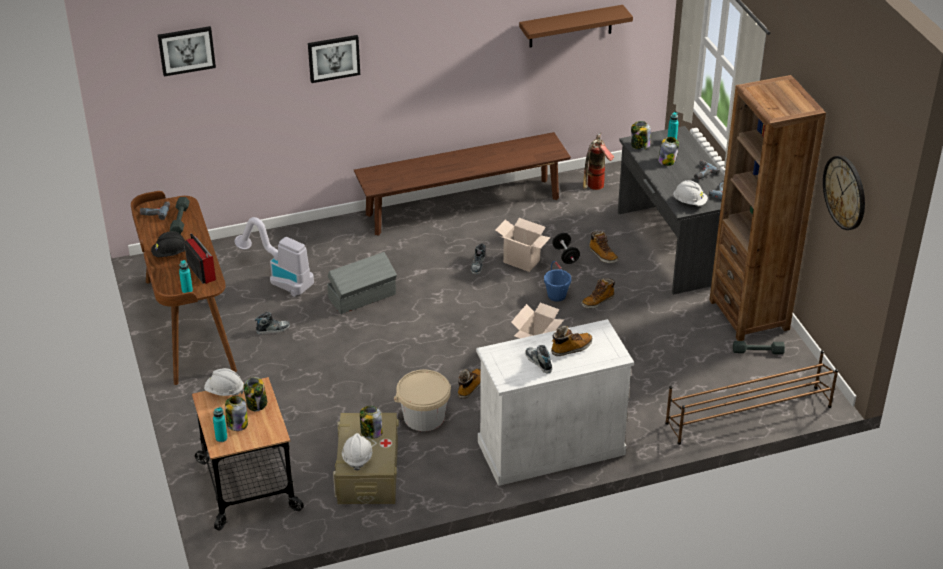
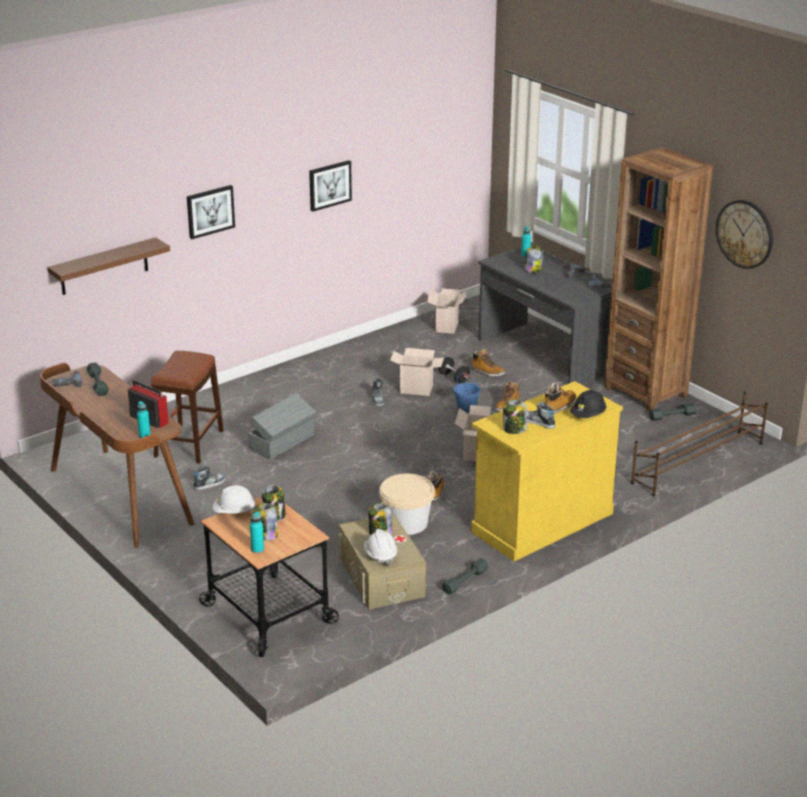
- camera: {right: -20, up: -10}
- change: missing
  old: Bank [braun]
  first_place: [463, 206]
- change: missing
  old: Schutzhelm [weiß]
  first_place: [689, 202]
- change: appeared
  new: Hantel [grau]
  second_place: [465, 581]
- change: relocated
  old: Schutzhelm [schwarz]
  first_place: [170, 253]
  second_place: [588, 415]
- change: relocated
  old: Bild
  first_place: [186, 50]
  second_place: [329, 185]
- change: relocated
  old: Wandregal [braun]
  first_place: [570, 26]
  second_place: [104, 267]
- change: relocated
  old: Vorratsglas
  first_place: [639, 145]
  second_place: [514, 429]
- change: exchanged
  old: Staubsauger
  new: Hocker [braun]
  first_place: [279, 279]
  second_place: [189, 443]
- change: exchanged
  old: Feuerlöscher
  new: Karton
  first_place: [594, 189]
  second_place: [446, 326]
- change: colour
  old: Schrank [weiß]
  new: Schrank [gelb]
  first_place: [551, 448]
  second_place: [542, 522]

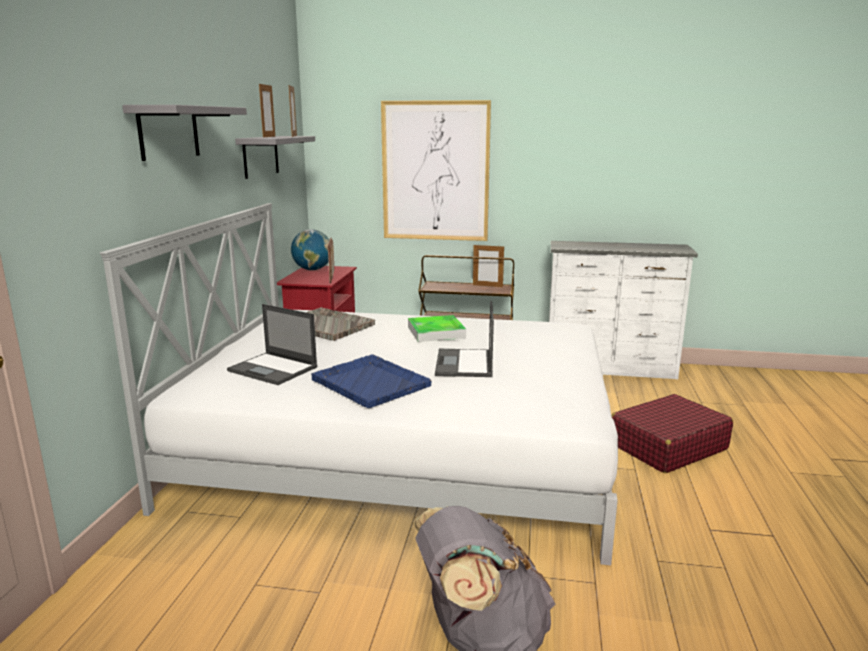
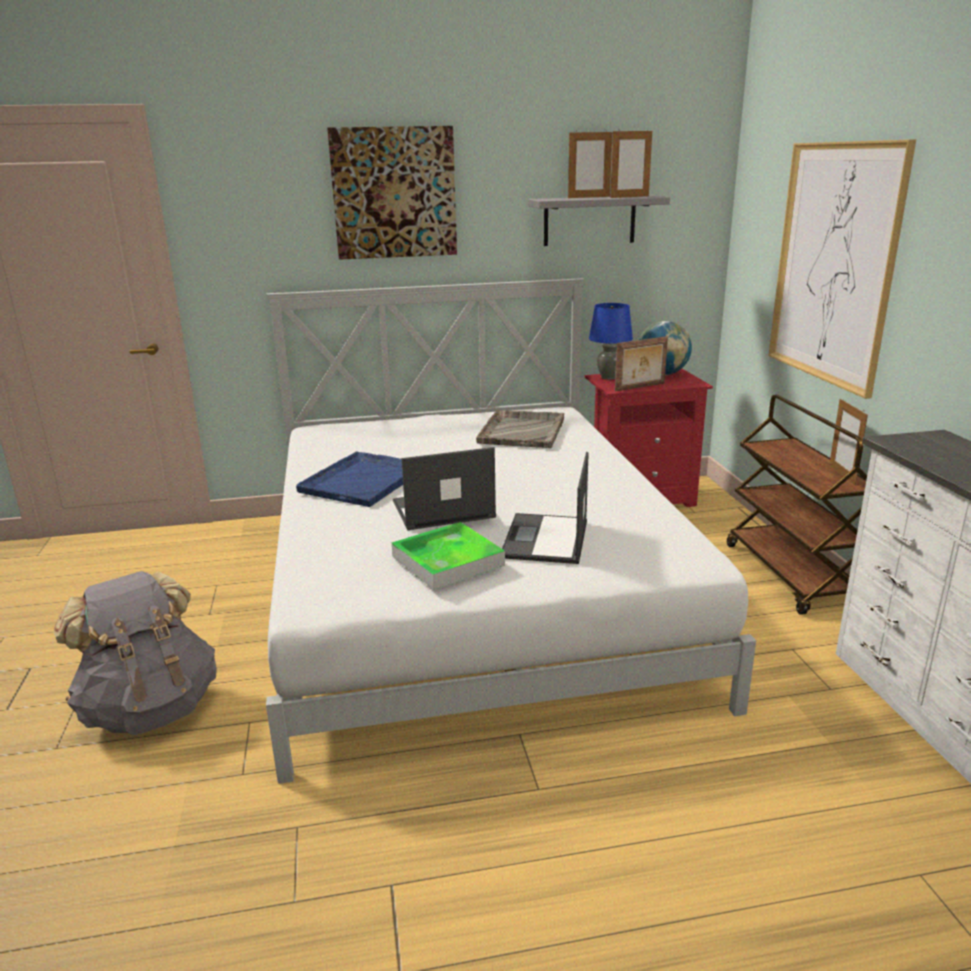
- camera: {right: 70, up: 5}
- change: missing
  old: Koffer [rot]
  first_place: [667, 446]
- change: appeared
  new: Tischlampe [blau]
  second_place: [608, 377]
- change: relocated
  old: Laptop
  first_place: [274, 369]
  second_place: [545, 540]
- change: relocated
  old: Tablett
  first_place: [436, 332]
  second_place: [448, 561]
- change: exchanged
  old: Wandregal [grau]
  new: Bild
  first_place: [169, 132]
  second_place: [394, 193]

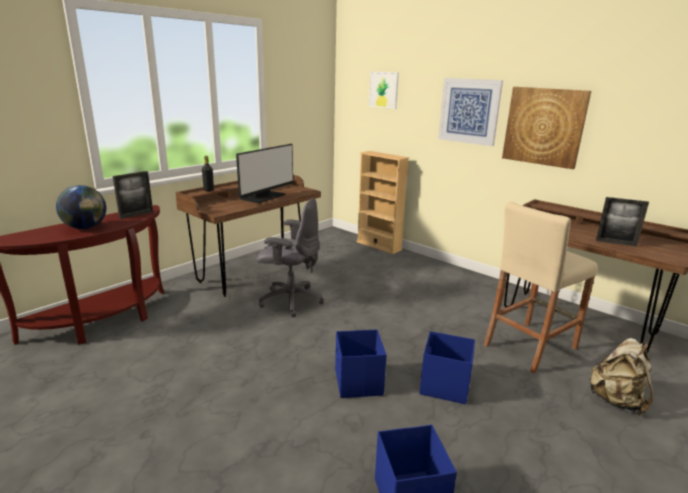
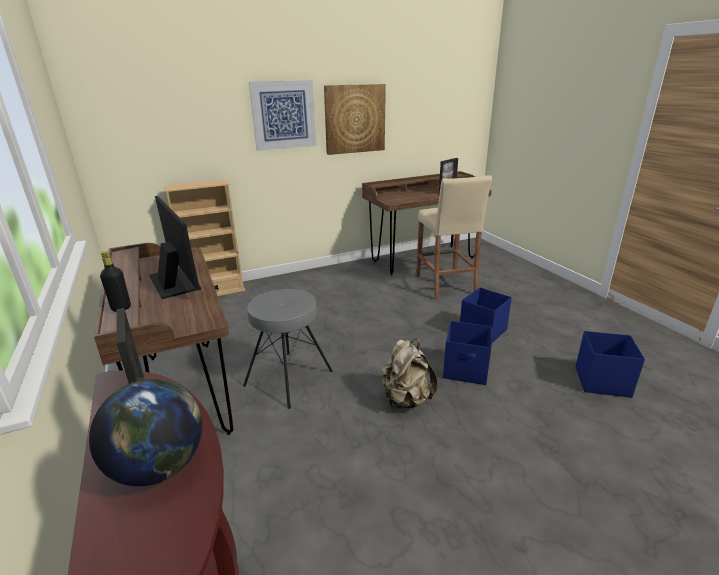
- camera: {right: -65, up: 5}
- change: missing
  old: Bild
  first_place: [383, 90]
- change: relocated
  old: Rucksack [beige]
  first_place: [616, 401]
  second_place: [406, 400]
- change: exchanged
  old: Bürostuhl [grau]
  new: Hocker [grau]
  first_place: [290, 300]
  second_place: [289, 378]

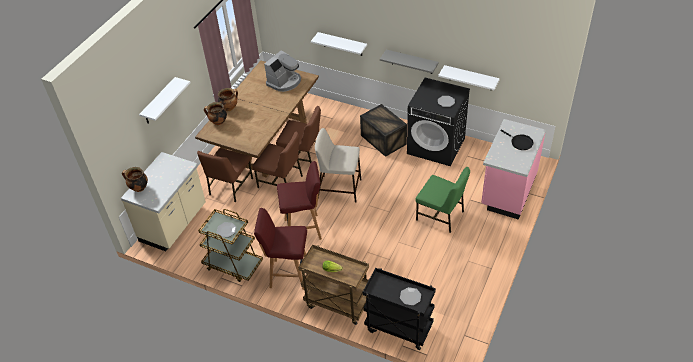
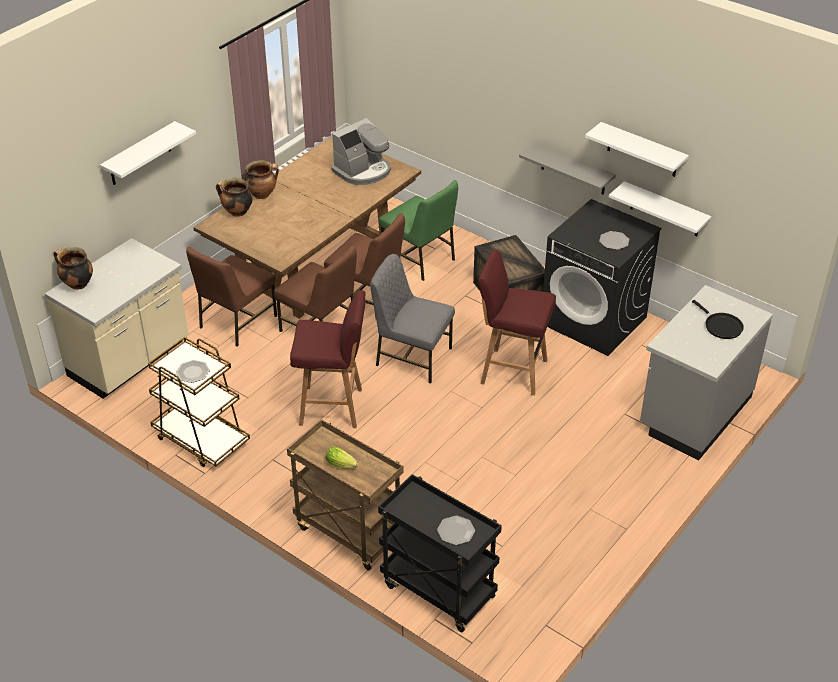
- camera: {right: 10, up: -5}
- change: relocated
  old: Hocker [rot]
  first_place: [288, 274]
  second_place: [512, 371]
- change: relocated
  old: Wandregal [weiß]
  first_place: [342, 44]
  second_place: [642, 150]
- change: relocated
  old: Stuhl [grün]
  first_place: [441, 215]
  second_place: [419, 259]
- change: exchanged
  old: Hocker [beige]
  new: Stuhl [grau]
  first_place: [340, 188]
  second_place: [412, 357]
- change: colour
  old: Küchenzeile [rosa]
  new: Küchenzeile [grau]
  first_place: [507, 191]
  second_place: [694, 412]

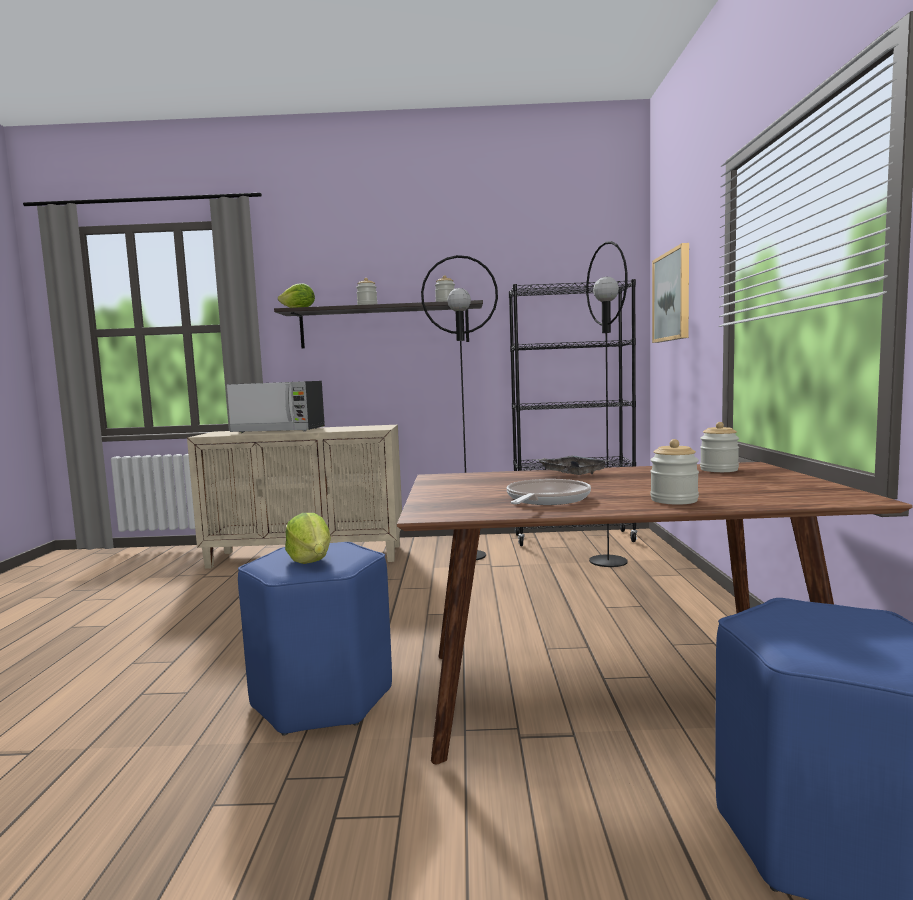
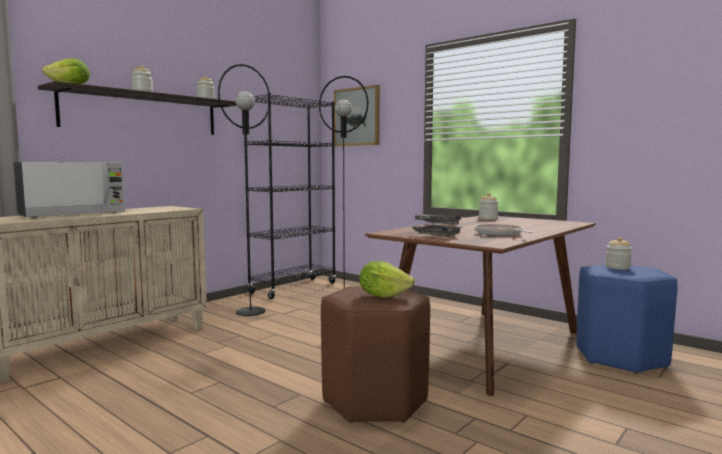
- camera: {right: -50, up: 0}
- change: appeared
  new: Tablett [grau]
  second_place: [436, 236]
- change: relocated
  old: Vorratsglas
  first_place: [674, 500]
  second_place: [617, 267]
- change: colour
  old: Hocker [blau]
  new: Hocker [braun]
  first_place: [322, 697]
  second_place: [374, 401]

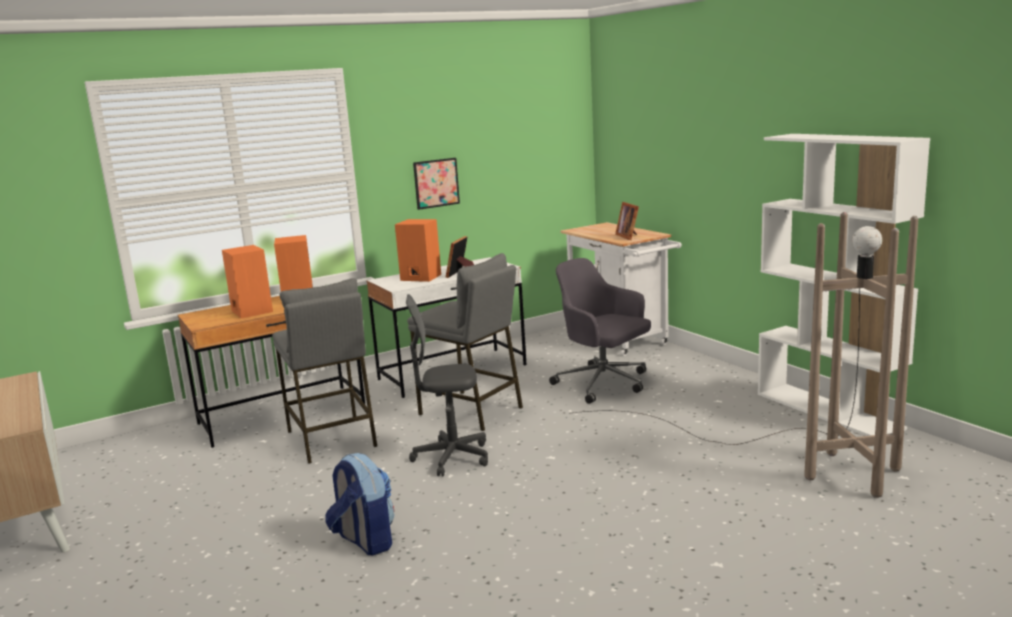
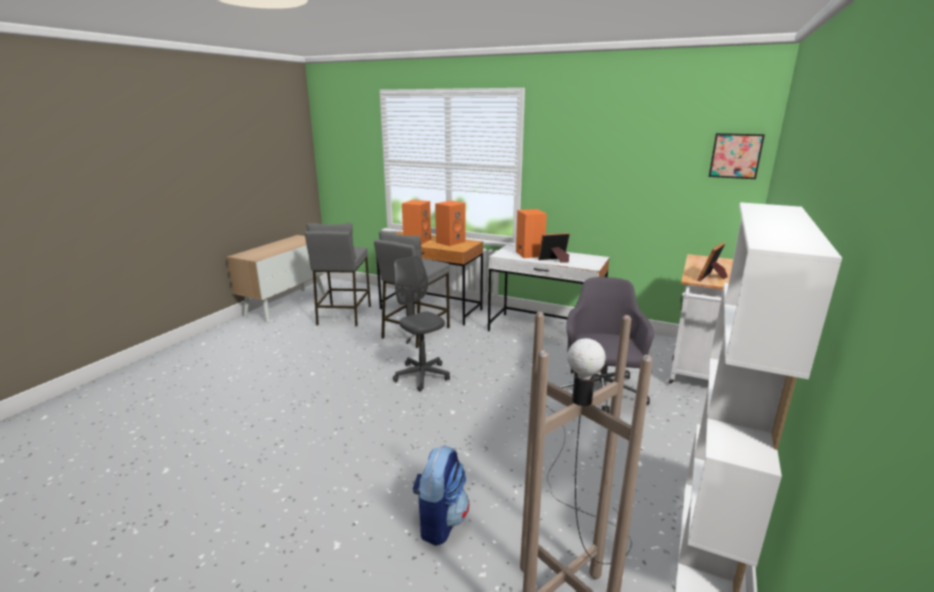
- camera: {right: 55, up: 5}
- change: relocated
  old: Rucksack
  first_place: [364, 541]
  second_place: [440, 521]
- change: relocated
  old: Hocker [grau]
  first_place: [471, 411]
  second_place: [343, 315]
- change: relocated
  old: Bild
  first_place: [436, 183]
  second_place: [735, 156]

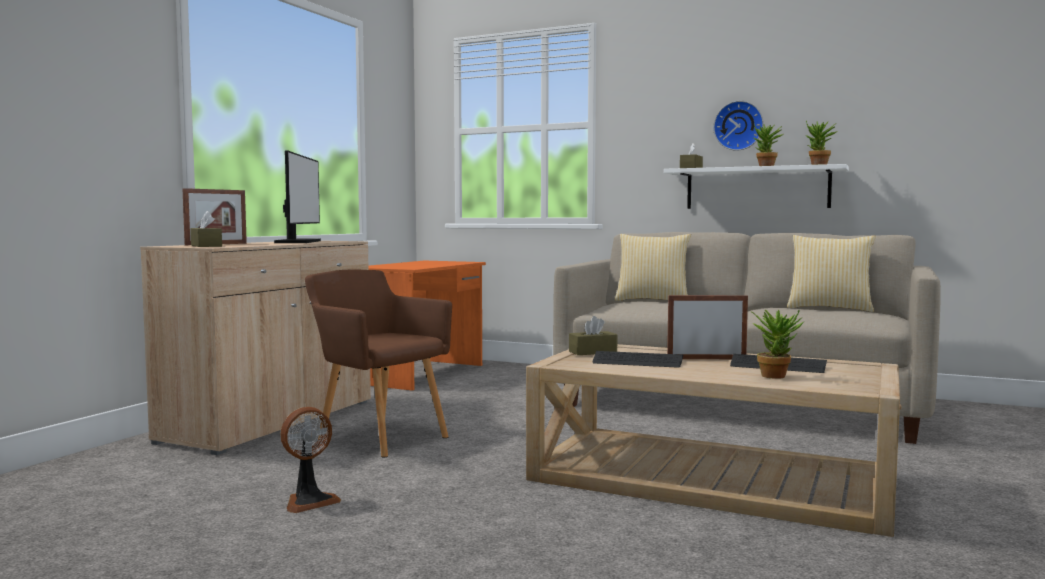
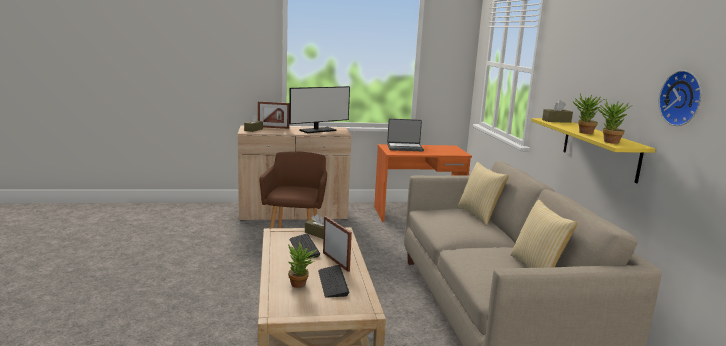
- camera: {right: 55, up: 10}
- change: missing
  old: Ventilator
  first_place: [309, 501]
- change: appeared
  new: Laptop
  second_place: [405, 148]
- change: relocated
  old: Wanduhr
  first_place: [738, 126]
  second_place: [683, 98]
- change: colour
  old: Wandregal [weiß]
  new: Wandregal [gelb]
  first_place: [757, 188]
  second_place: [599, 148]

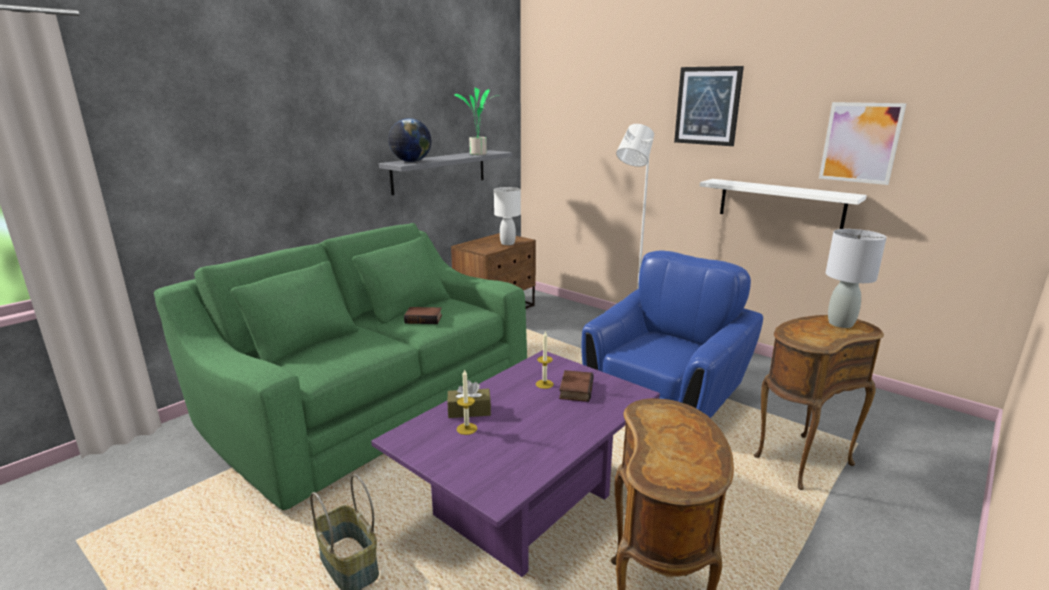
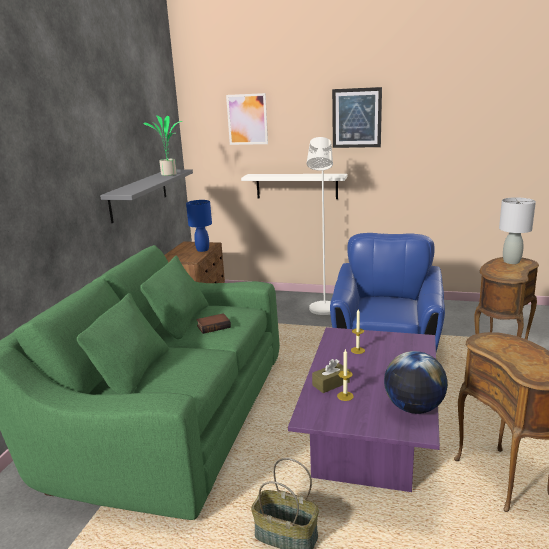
- camera: {right: -25, up: 0}
- change: missing
  old: Buch
  first_place: [575, 389]
- change: relocated
  old: Globus
  first_place: [411, 161]
  second_place: [413, 408]
- change: relocated
  old: Wandregal [weiß]
  first_place: [780, 204]
  second_place: [296, 186]
- change: relocated
  old: Bild
  first_place: [860, 143]
  second_place: [247, 119]
- change: colour
  old: Tischlampe [weiß]
  new: Tischlampe [blau]
  first_place: [507, 243]
  second_place: [202, 250]

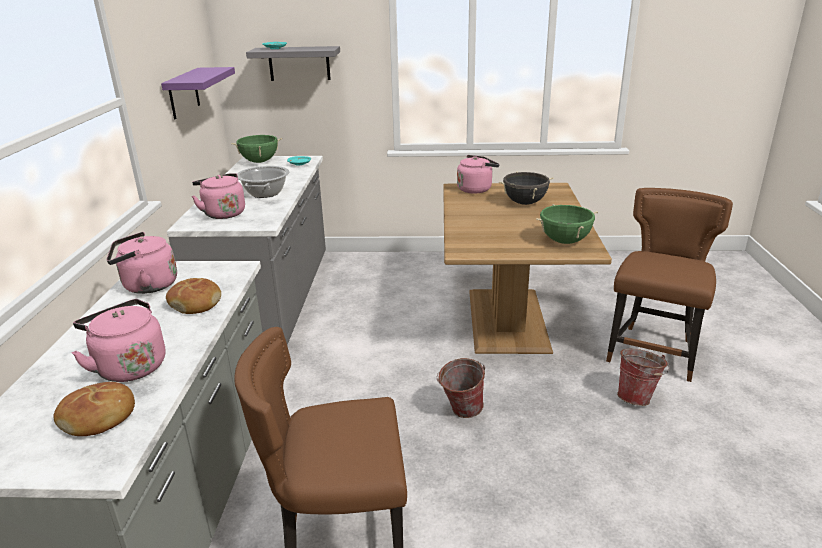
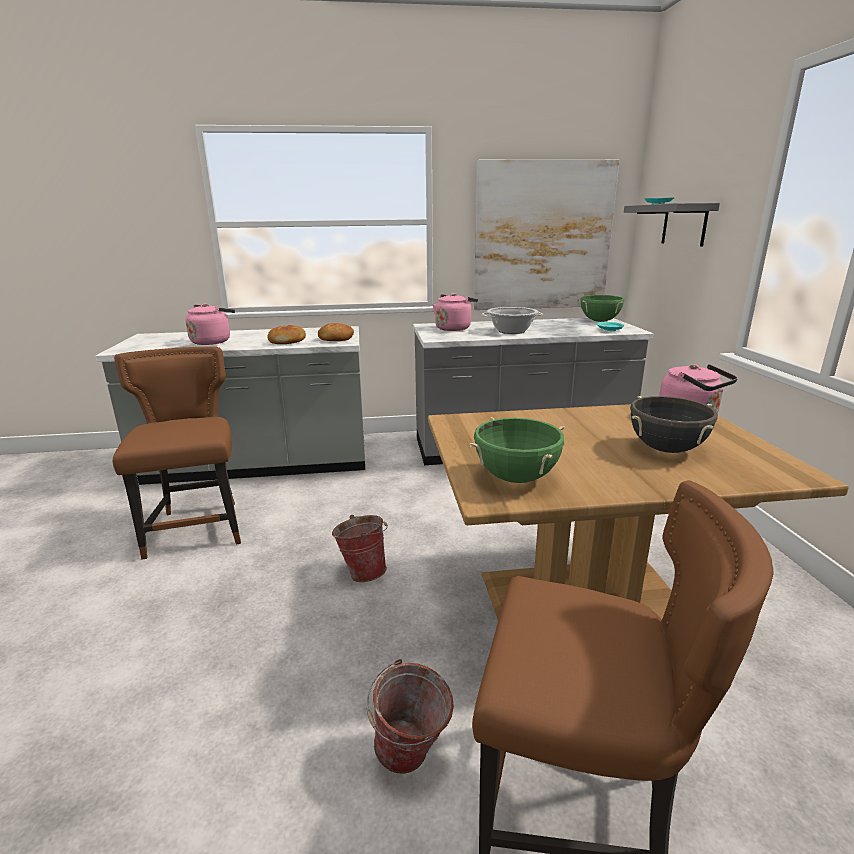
- camera: {right: 80, up: -5}
- change: missing
  old: Wasserkessel [rosa]
  first_place: [147, 286]
- change: relocated
  old: Brot
  first_place: [99, 418]
  second_place: [336, 339]
- change: exchanged
  old: Wandregal [lila]
  new: Bild
  first_place: [183, 93]
  second_place: [543, 237]

